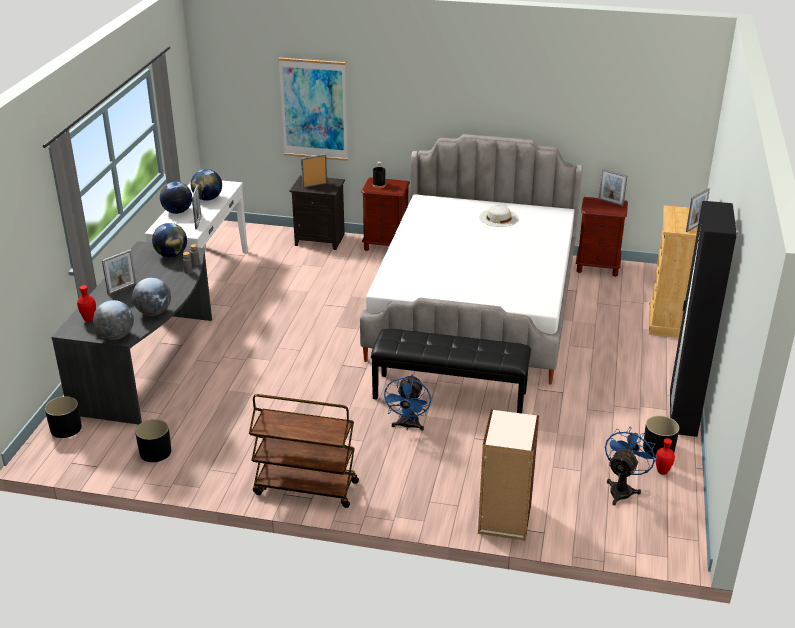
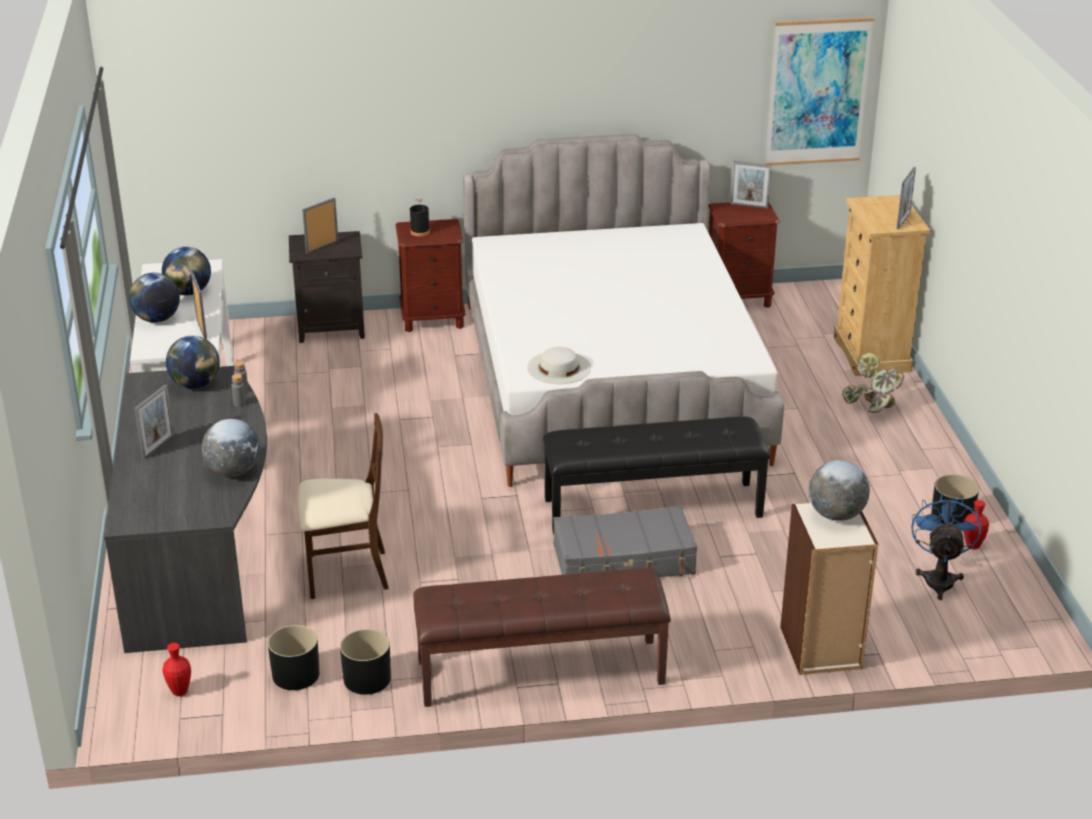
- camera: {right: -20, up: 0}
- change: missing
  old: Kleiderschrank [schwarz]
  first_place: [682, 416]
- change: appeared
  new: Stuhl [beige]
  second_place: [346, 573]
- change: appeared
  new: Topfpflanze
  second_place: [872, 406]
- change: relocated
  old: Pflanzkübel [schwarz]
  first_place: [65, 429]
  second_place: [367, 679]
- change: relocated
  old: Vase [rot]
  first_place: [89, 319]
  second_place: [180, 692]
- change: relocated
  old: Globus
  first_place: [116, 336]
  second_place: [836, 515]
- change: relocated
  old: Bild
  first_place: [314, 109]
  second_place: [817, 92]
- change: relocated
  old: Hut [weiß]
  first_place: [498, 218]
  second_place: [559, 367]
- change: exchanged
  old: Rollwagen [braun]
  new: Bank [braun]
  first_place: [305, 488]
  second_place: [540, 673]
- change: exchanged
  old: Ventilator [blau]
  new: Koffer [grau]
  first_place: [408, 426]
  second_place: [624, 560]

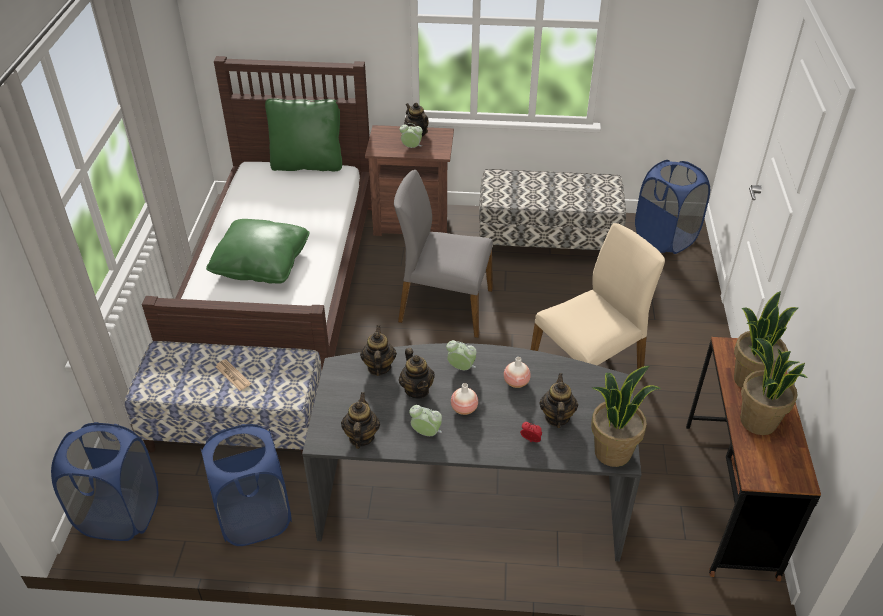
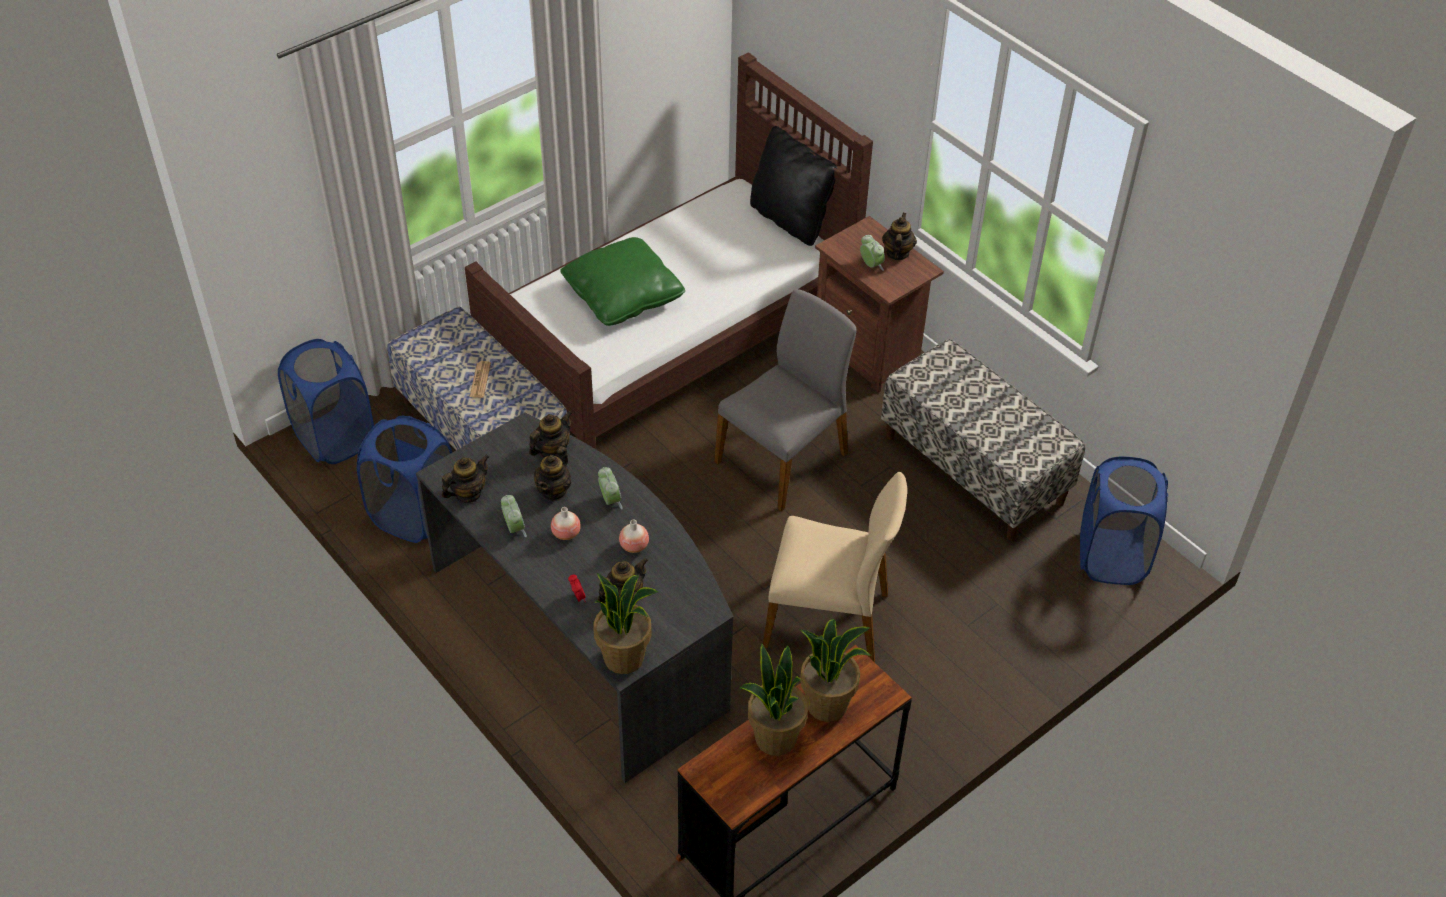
- camera: {right: 45, up: 5}
- change: colour
  old: Kissen [grün]
  new: Kissen [schwarz]
  first_place: [307, 164]
  second_place: [790, 220]
- change: spun
  old: Stuhl [grau]
  first_place: [444, 306]
  second_place: [784, 458]
  degrees: 75

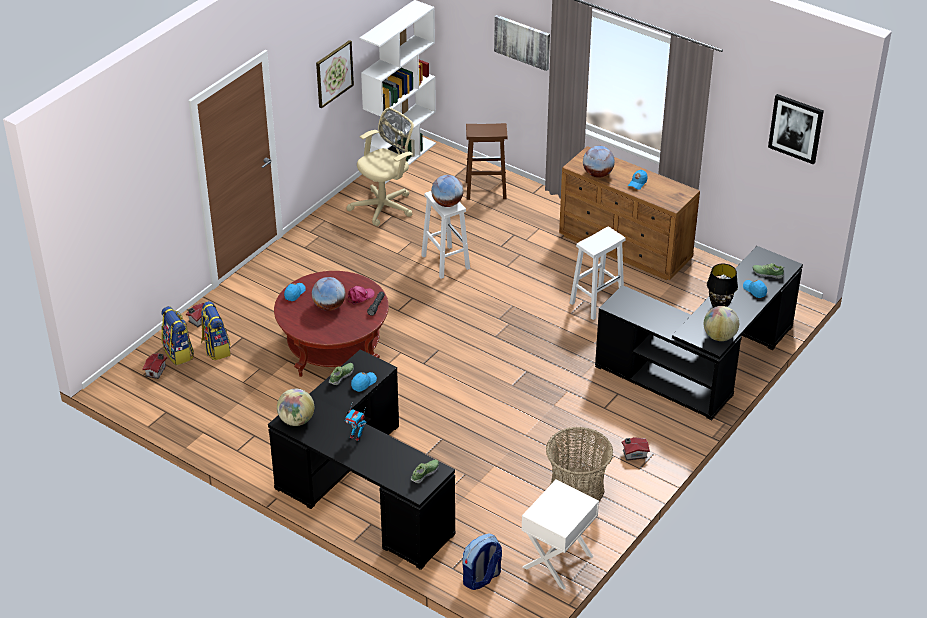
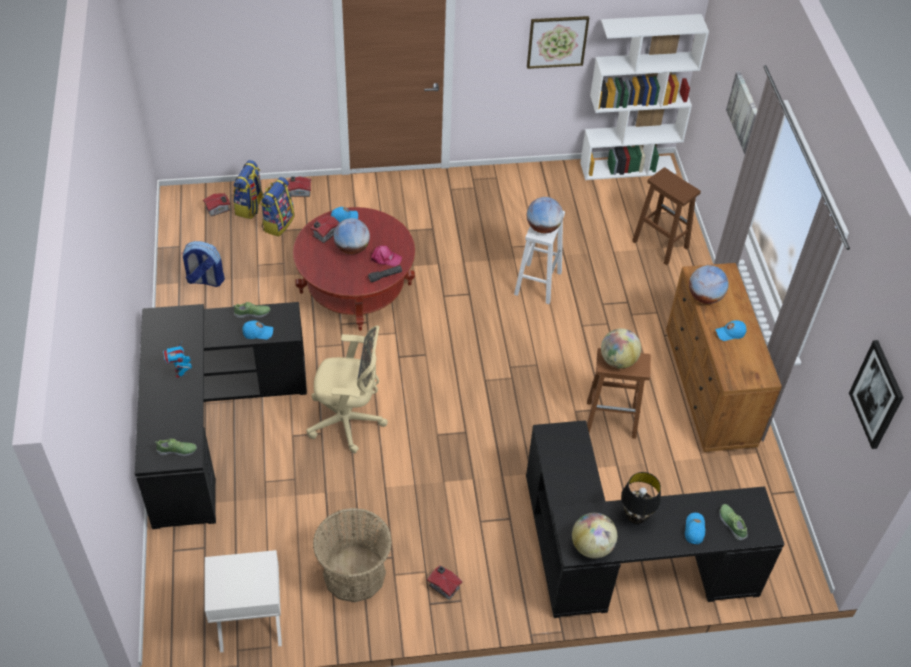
- camera: {right: 45, up: 10}
- change: appeared
  new: Spielzeughaus
  second_place: [324, 234]
- change: relocated
  old: Globus
  first_place: [296, 420]
  second_place: [618, 360]
- change: relocated
  old: Bürostuhl [beige]
  first_place: [385, 206]
  second_place: [348, 421]
- change: relocated
  old: Rucksack
  first_place: [481, 578]
  second_place: [205, 280]
- change: colour
  old: Hocker [weiß]
  new: Hocker [braun]
  first_place: [597, 302]
  second_place: [612, 419]

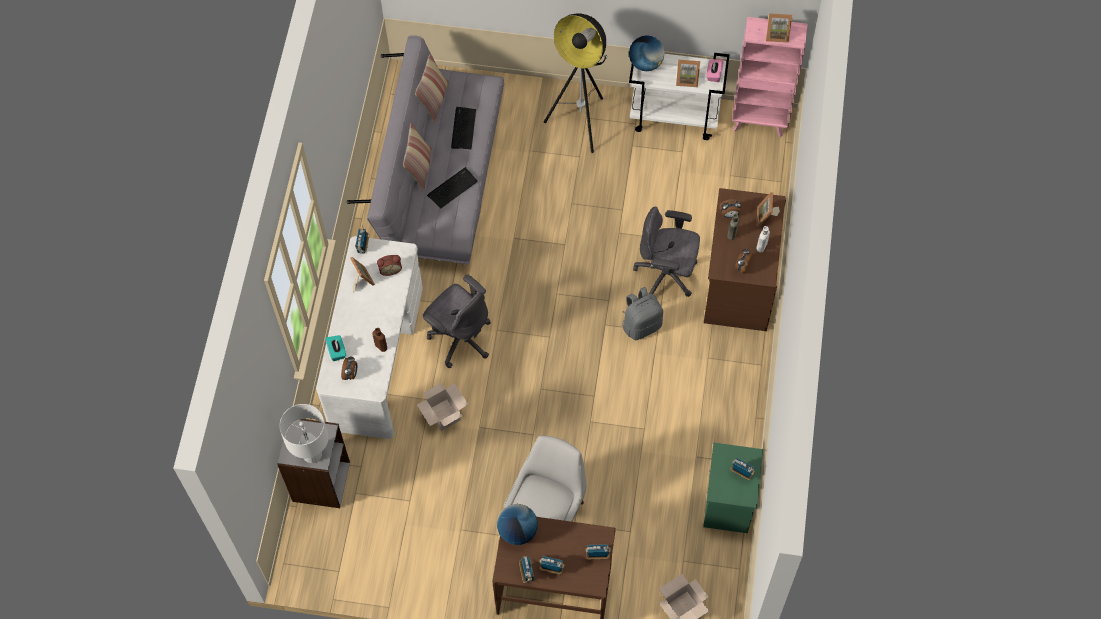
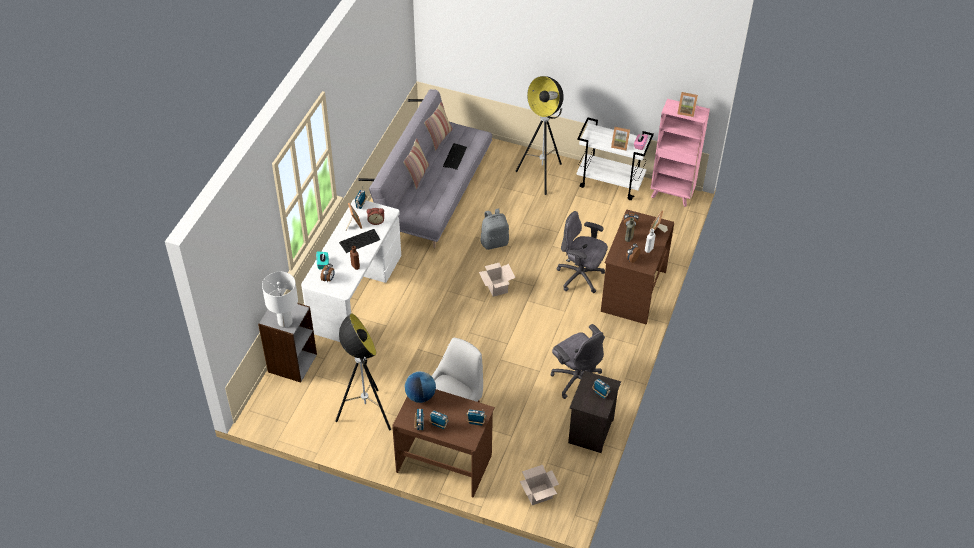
- camera: {right: 10, up: -15}
- change: missing
  old: Globus
  first_place: [646, 63]
- change: appeared
  new: Stehlampe
  second_place: [366, 414]
- change: relocated
  old: Karton
  first_place: [443, 414]
  second_place: [496, 287]
- change: relocated
  old: Bürostuhl [grau]
  first_place: [460, 338]
  second_place: [576, 379]
- change: relocated
  old: Tastatur
  first_place: [452, 188]
  second_place: [360, 241]
- change: relocated
  old: Rucksack [grau]
  first_place: [641, 325]
  second_place: [494, 242]
- change: colour
  old: Nachttisch [grün]
  new: Nachttisch [schwarz]
  first_place: [729, 505]
  second_place: [591, 432]

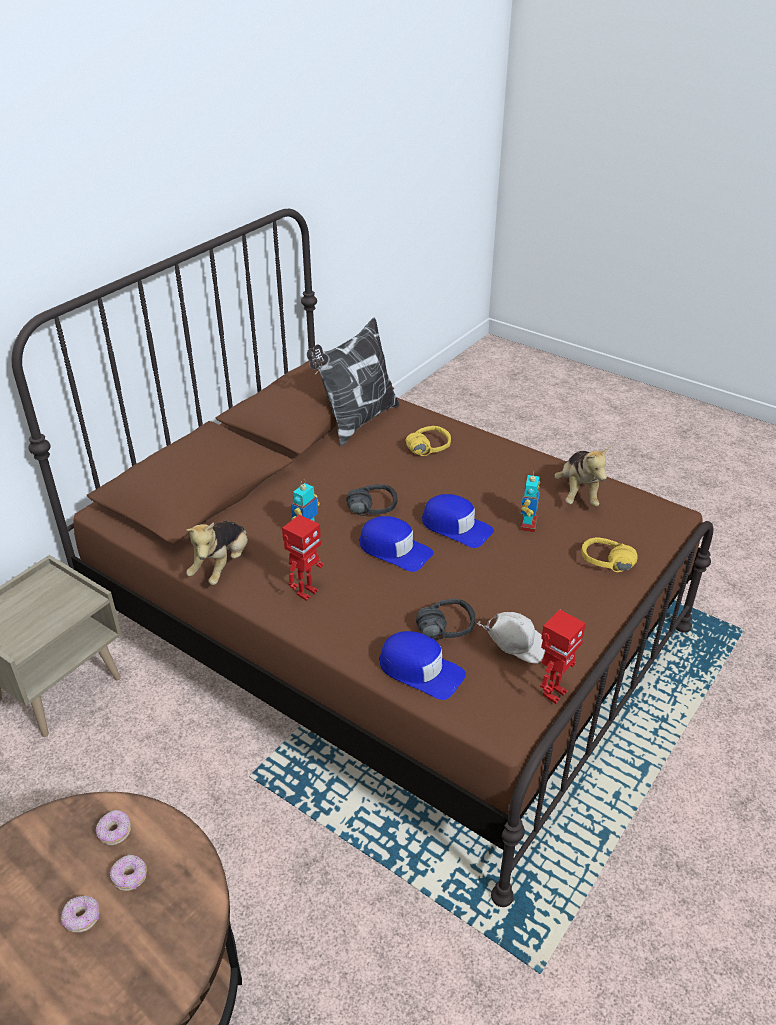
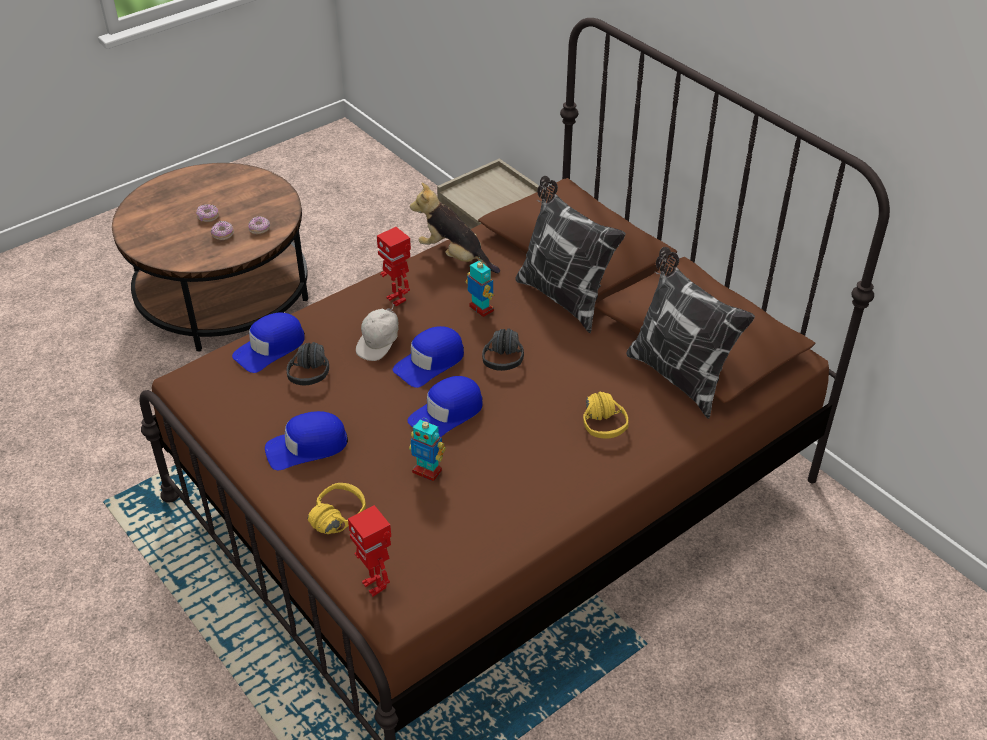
- camera: {right: 105, up: 5}
- change: missing
  old: Plüschtier
  first_place: [578, 493]
- change: appeared
  new: Kappe [blau]
  second_place: [306, 447]
- change: appeared
  new: Kissen
  second_place: [563, 297]
- change: relocated
  old: Kappe [weiß]
  first_place: [514, 647]
  second_place: [380, 344]
- change: relocated
  old: Spielzeugroboter
  first_place: [553, 693]
  second_place: [375, 585]

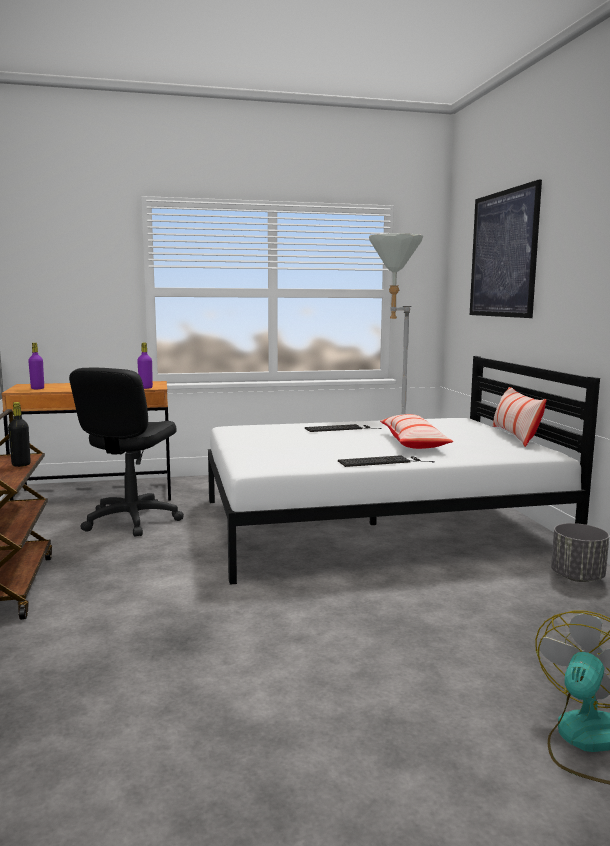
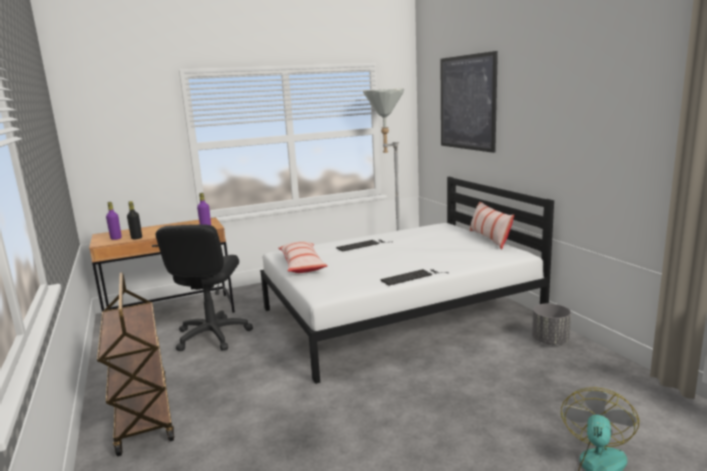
- camera: {right: -10, up: 5}
- change: relocated
  old: Flasche [schwarz]
  first_place: [21, 464]
  second_place: [136, 238]
- change: relocated
  old: Kissen
  first_place: [413, 442]
  second_place: [302, 265]

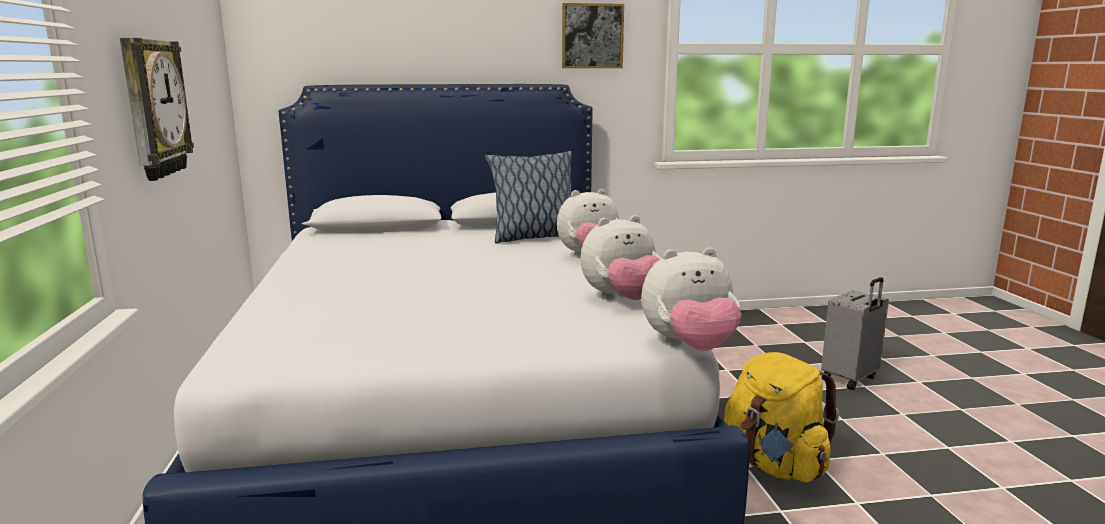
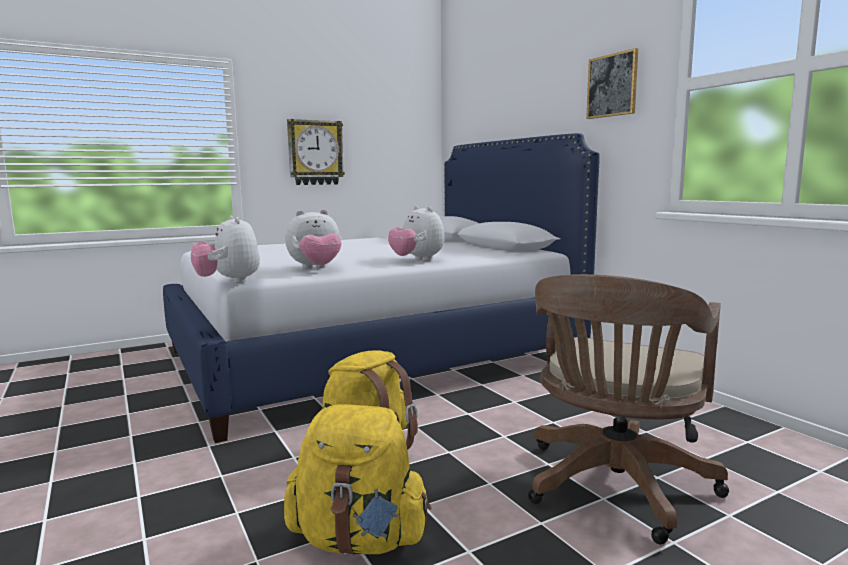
- camera: {right: 70, up: -5}
- change: missing
  old: Kissen
  first_place: [533, 238]
- change: appeared
  new: Rucksack [gelb]
  second_place: [359, 539]
- change: exchanged
  old: Koffer [grau]
  new: Bürostuhl [braun]
  first_place: [850, 379]
  second_place: [614, 489]
- change: spun
  old: Plüschtier
  first_place: [622, 300]
  second_place: [316, 269]
  degrees: -75

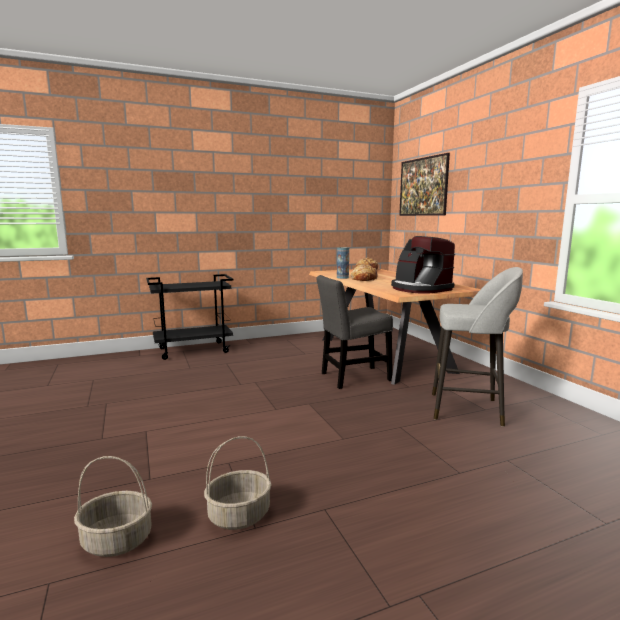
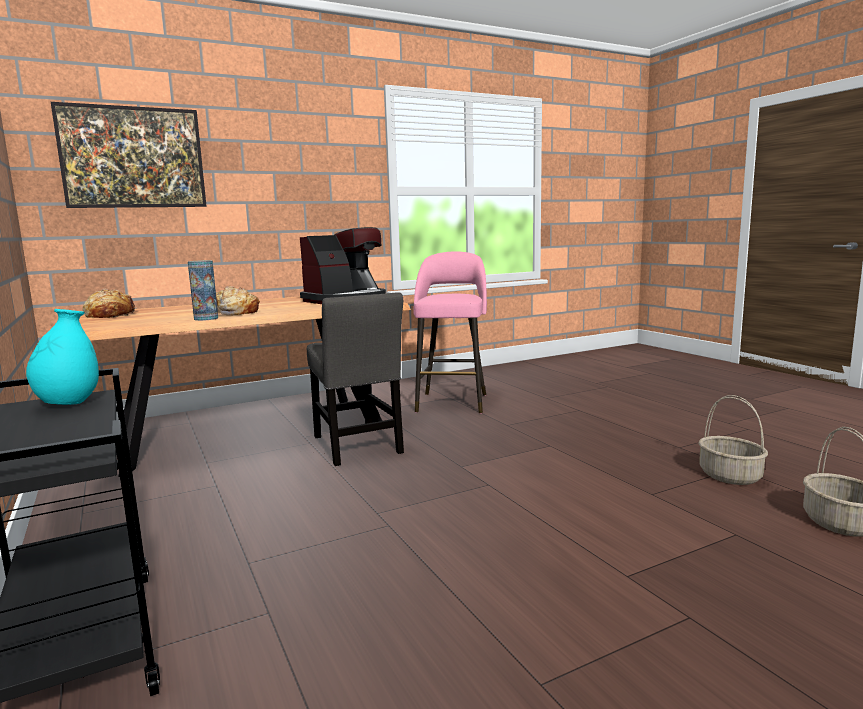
- camera: {right: -95, up: 0}
- change: appeared
  new: Vase [türkis]
  second_place: [69, 403]
- change: colour
  old: Hocker [grau]
  new: Hocker [rosa]
  first_place: [468, 409]
  second_place: [452, 402]

